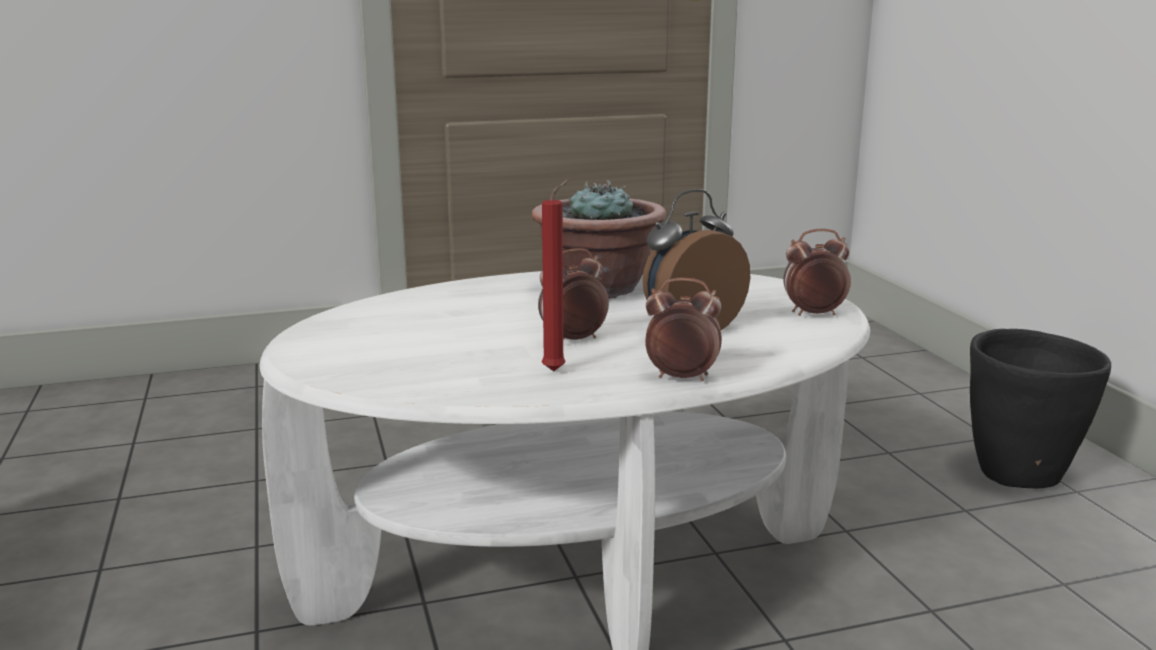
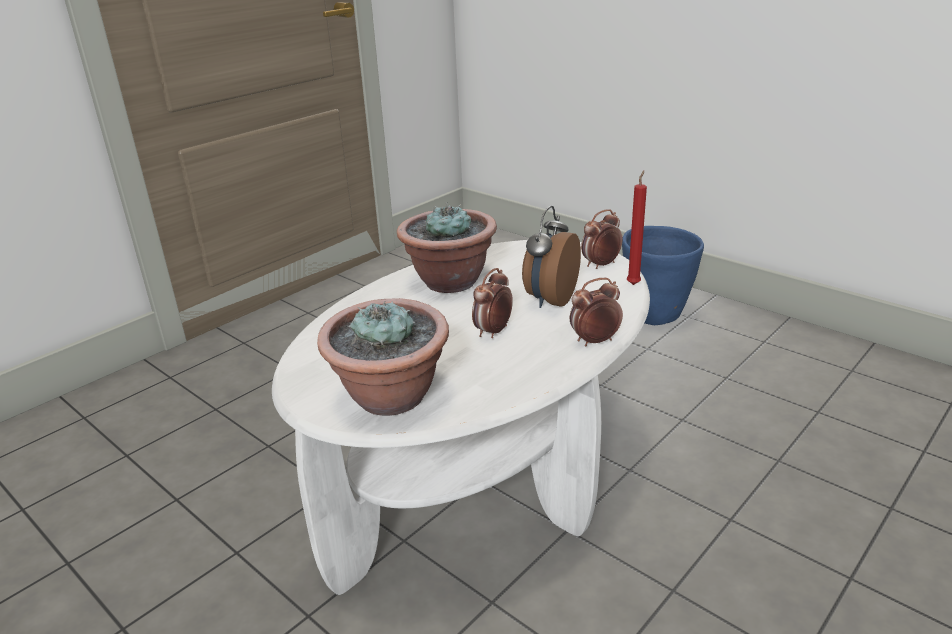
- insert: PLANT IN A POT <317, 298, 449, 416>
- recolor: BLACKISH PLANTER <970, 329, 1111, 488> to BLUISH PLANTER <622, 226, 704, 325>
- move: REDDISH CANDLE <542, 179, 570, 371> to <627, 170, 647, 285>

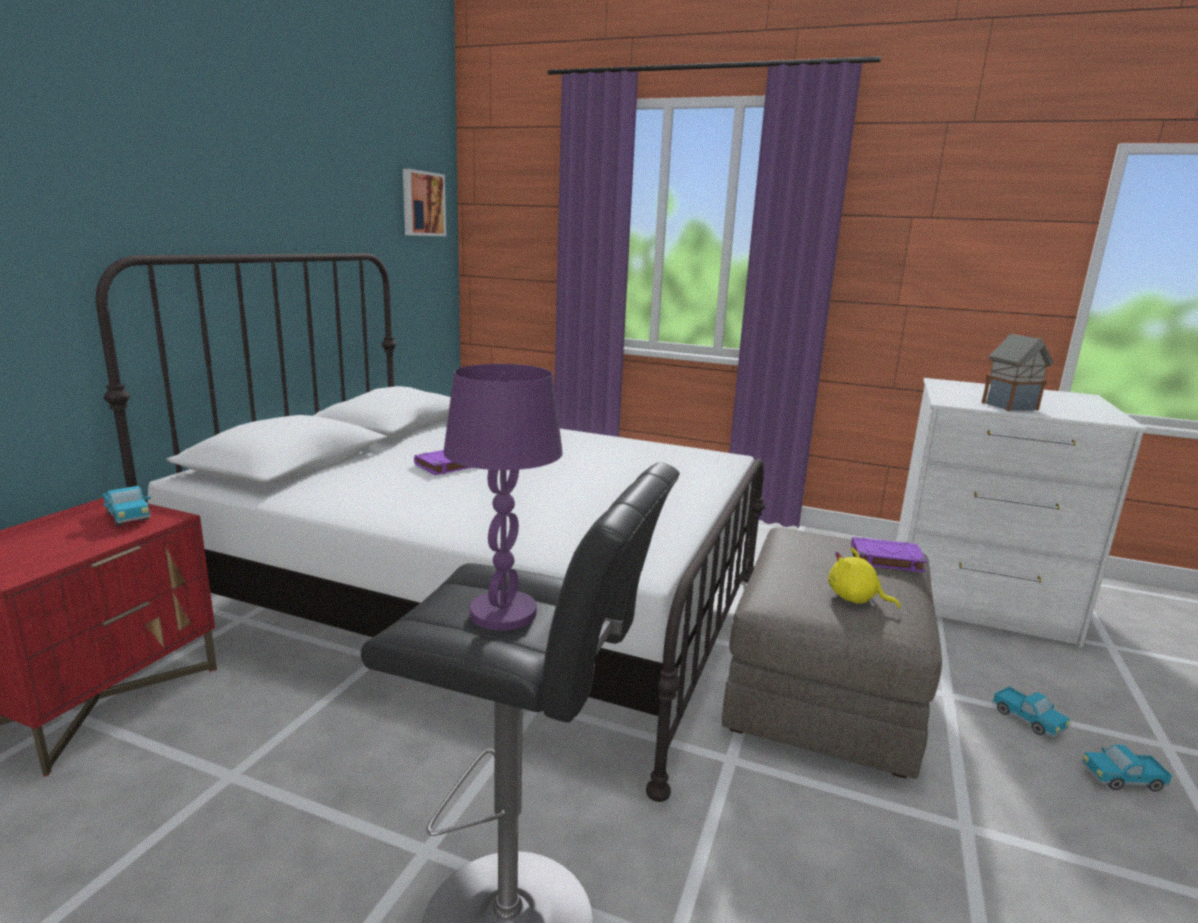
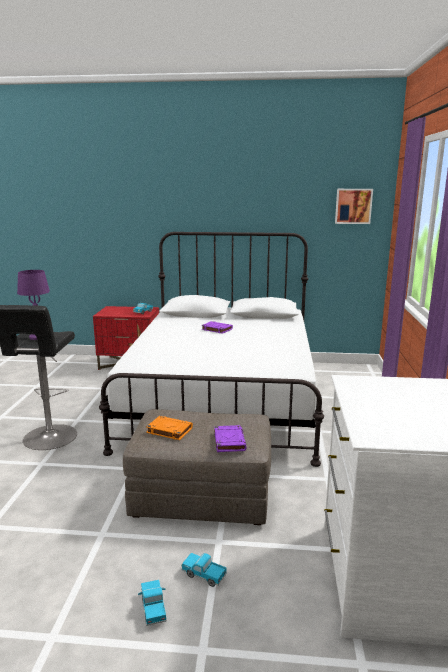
- replace: YELLOWISH CUDDLY TOY <828, 548, 900, 608> to ORANGE-COLOURED BOOK <146, 416, 193, 440>
- rotate: TOY TRUCK <992, 687, 1071, 737> = <181, 553, 227, 587> 75 degrees clockwise
- delete: MINIATURE HOUSE <982, 332, 1054, 411>

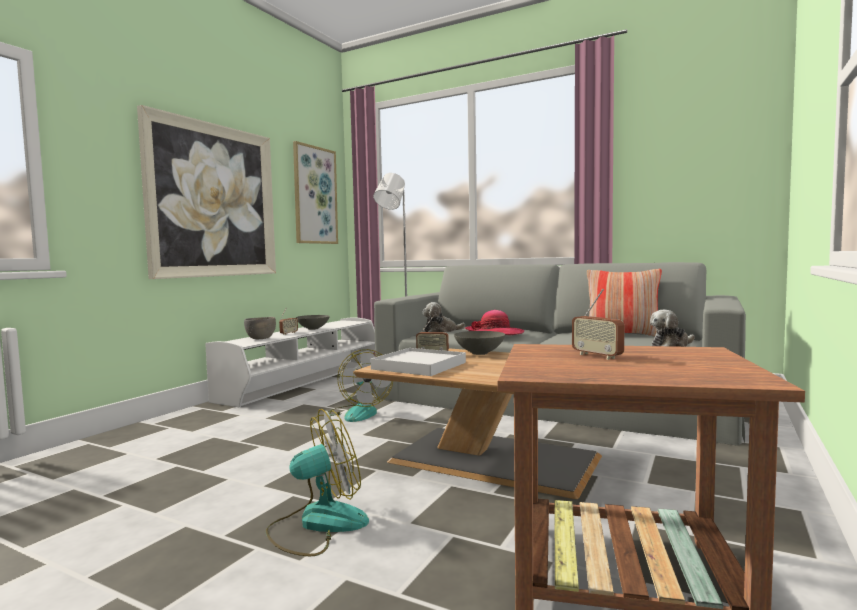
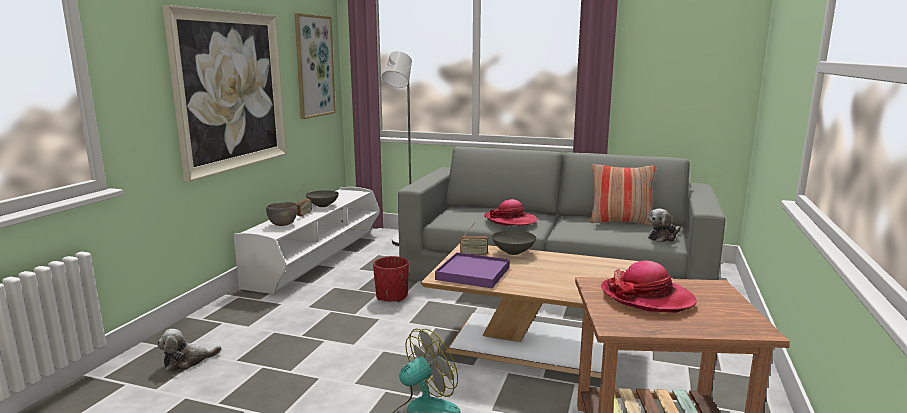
- move: CUDDLY TOY <422, 302, 465, 333> to <157, 329, 221, 372>
- replace: COOLING FAN <328, 349, 393, 422> to REDDISH PLANTER <373, 256, 409, 302>
- recolor: WHITE SERVING TRAY <371, 348, 466, 376> to PURPLE SERVING TRAY <435, 252, 510, 288>
- replace: RADIO <572, 289, 625, 360> to HAT <601, 261, 697, 313>

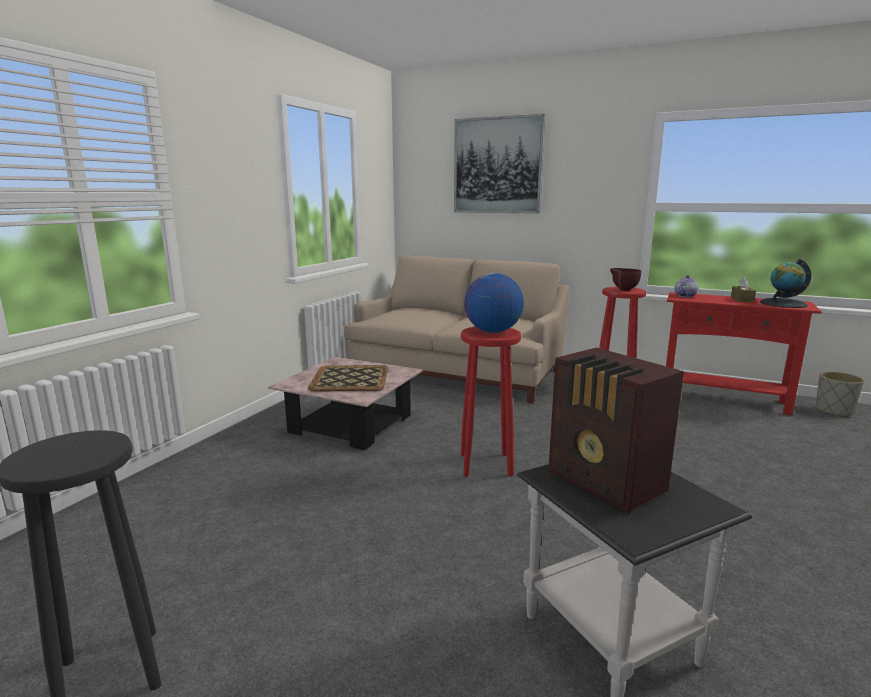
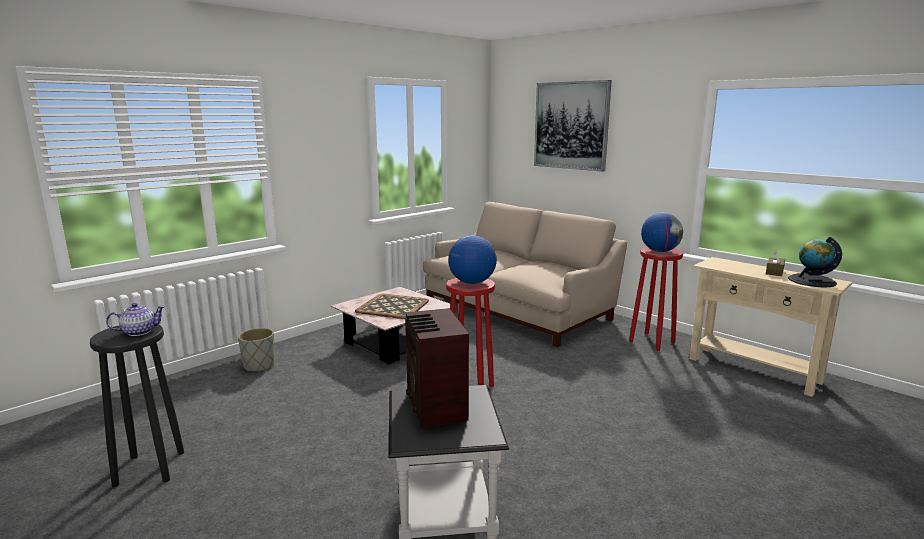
- move: TEAPOT <674, 275, 698, 297> to <106, 303, 166, 336>
- move: GRAY PLANTER <816, 371, 864, 417> to <238, 328, 275, 372>
- replace: BROWN-COLOURED BOWL <610, 268, 641, 291> to DESK GLOBE <641, 213, 683, 252>
- recolor: REDDISH NARROW TABLE <666, 292, 822, 416> to BEIGE NARROW TABLE <689, 257, 853, 397>

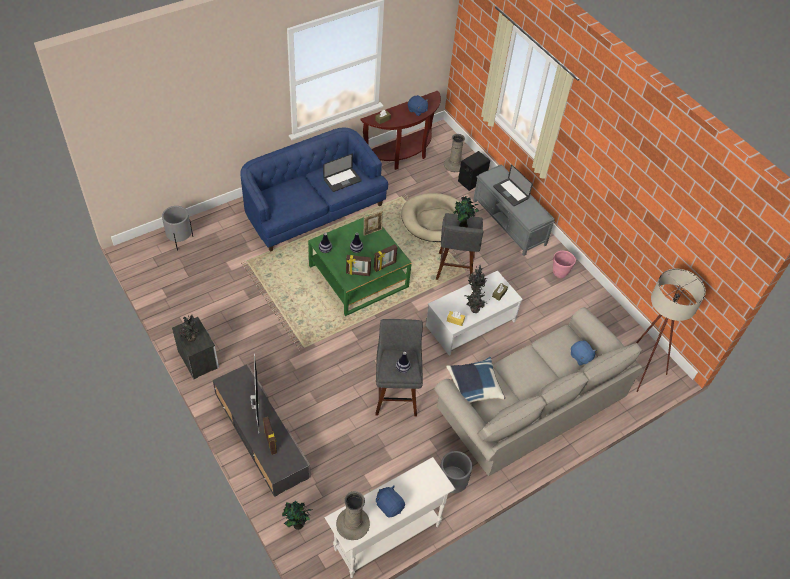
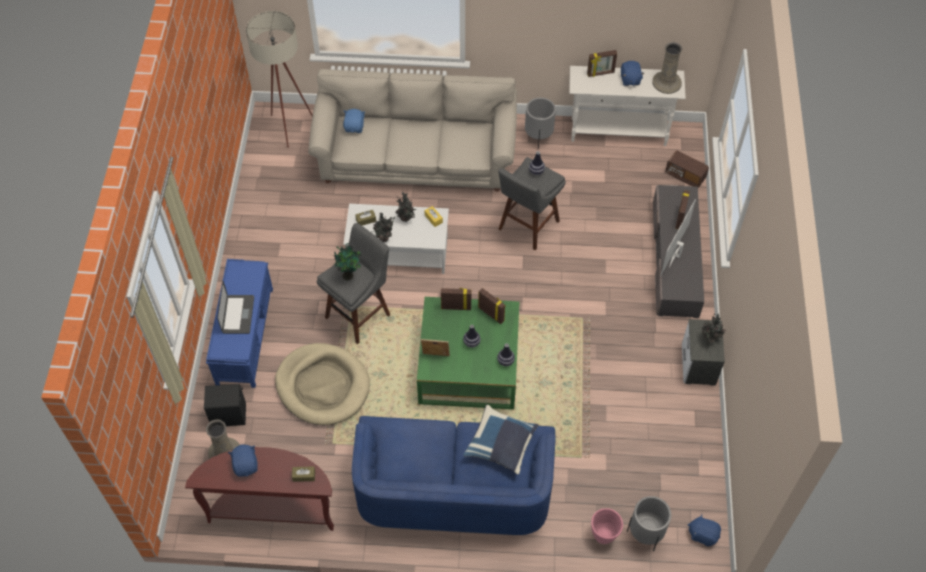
- recolor: GRAY BENCH <473, 164, 555, 256> to BLUISH BENCH <206, 259, 273, 388>
- move: BLUISH THROW PILLOW <446, 357, 505, 403> to <463, 404, 538, 474>
- insert: STANDING FRAME <587, 50, 617, 77>
- move: PINK-COLOURED PLANTER <553, 251, 576, 278> to <591, 508, 623, 544>
- replace: PLANT IN A POT <282, 501, 312, 530> to RADIO <665, 151, 709, 188>
- insert: BLUISH CUDDLY TOY <688, 514, 721, 546>
- delete: NOTEBOOK COMPUTER <323, 154, 362, 192>

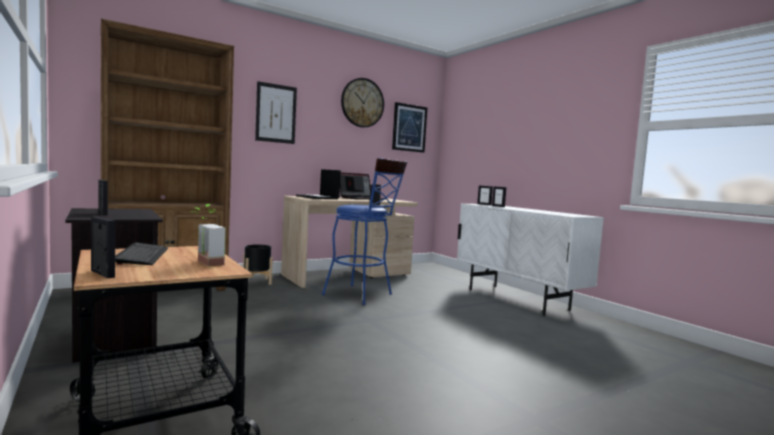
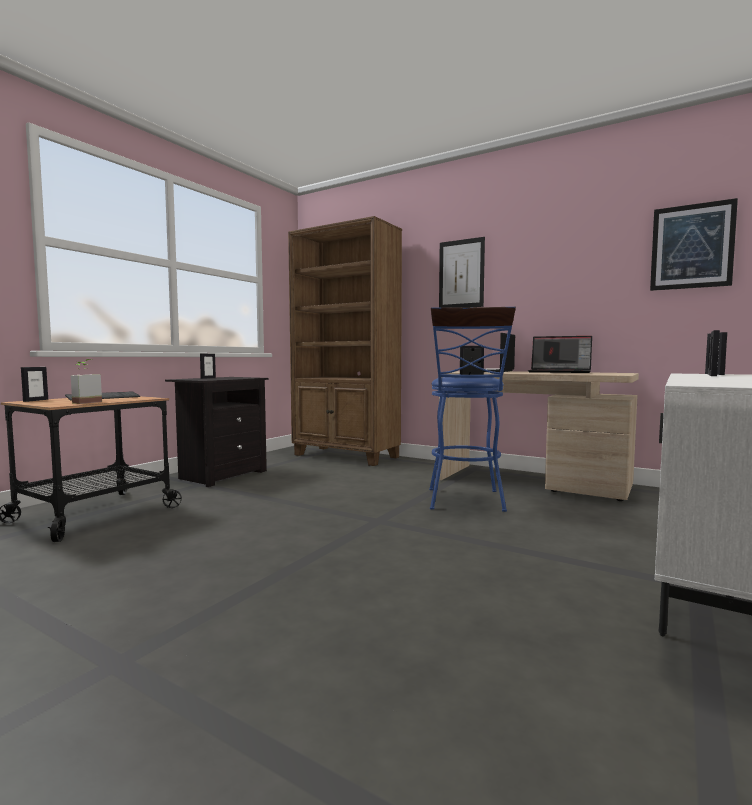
- delete: BLACKISH PLANTER <243, 244, 273, 285>
- delete: WALL CLOCK <341, 78, 384, 128>

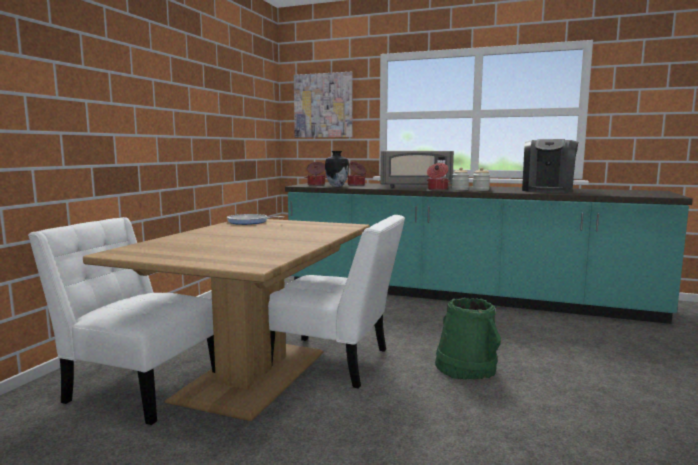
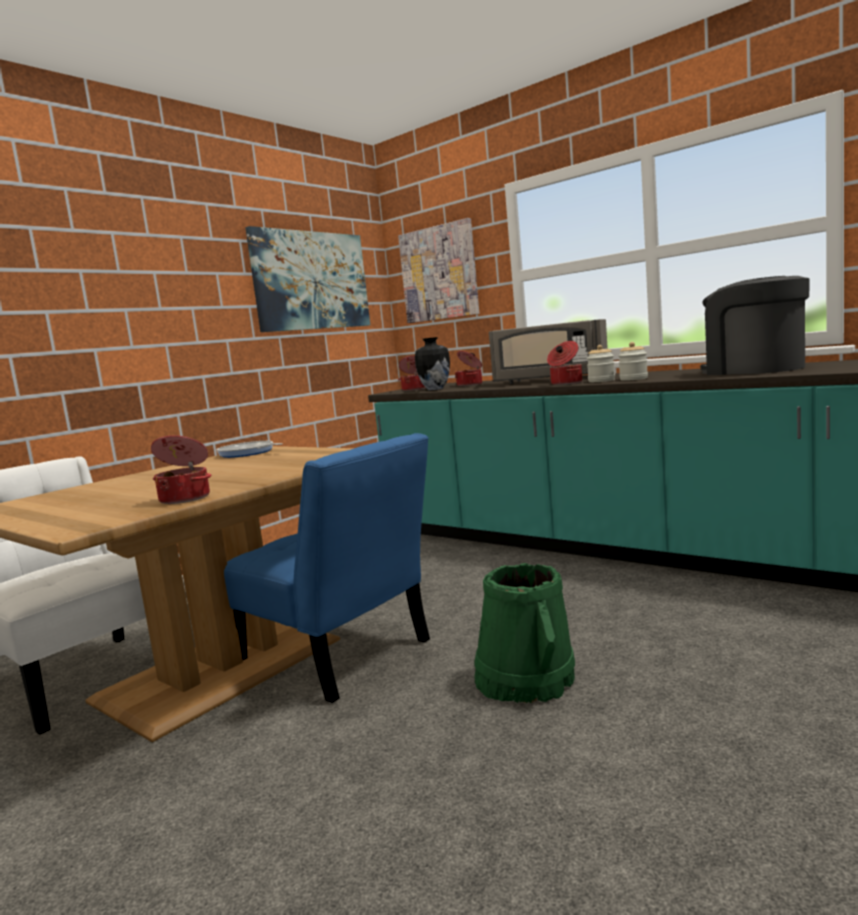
- insert: COOKING POT <151, 435, 212, 504>
- recolor: WHITE PLAIN CHAIR <268, 215, 405, 388> to BLUISH PLAIN CHAIR <224, 433, 430, 703>
- insert: WALL ART <245, 226, 370, 332>
- rotate: COFFEE MAKER <522, 139, 578, 193> = <700, 276, 810, 375> 105 degrees clockwise

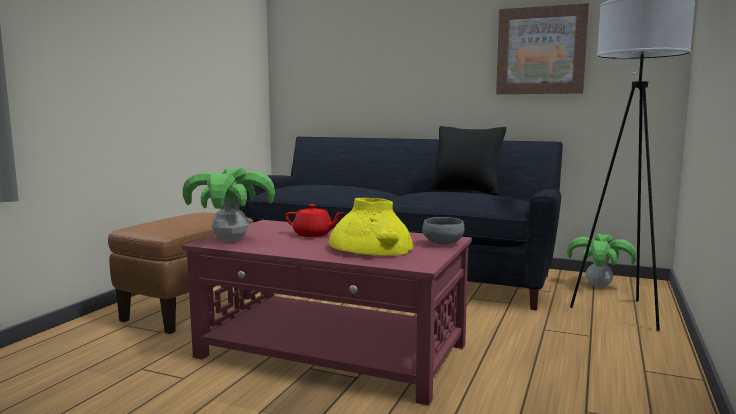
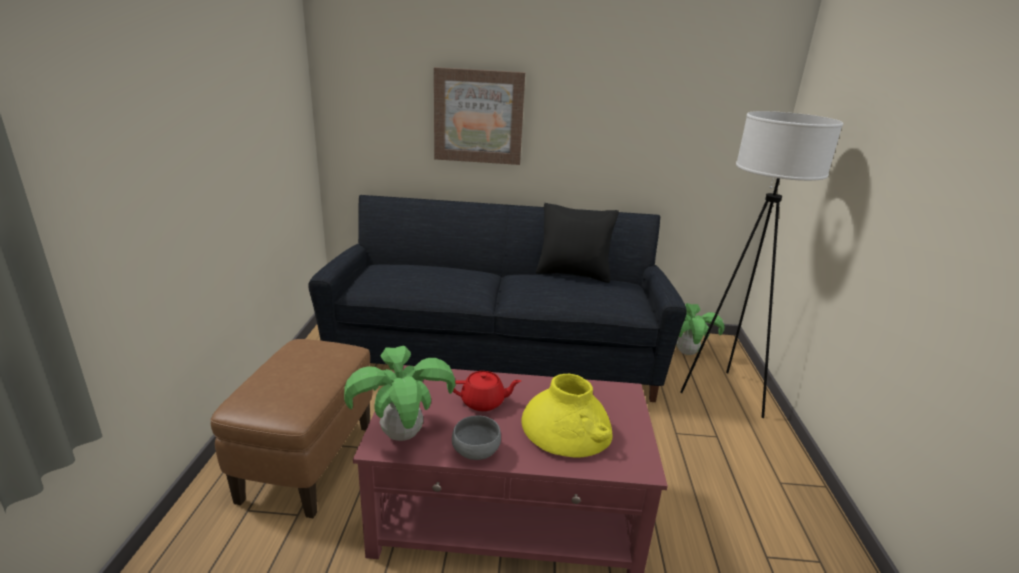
- move: WALL ART <496, 3, 589, 94> to <434, 67, 525, 165>
- move: GRAY BOWL <422, 217, 465, 245> to <452, 415, 501, 460>

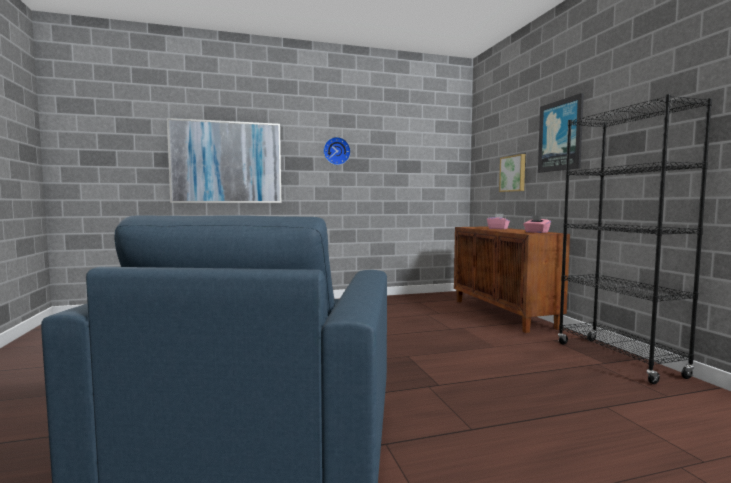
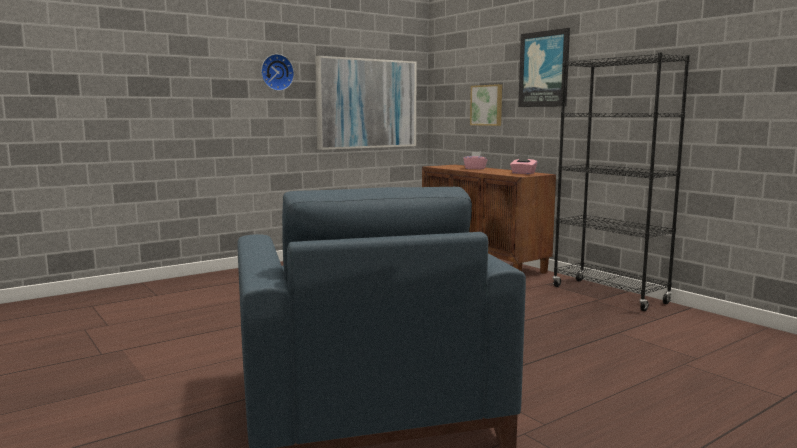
- move: WALL ART <167, 118, 281, 203> to <315, 56, 417, 150>

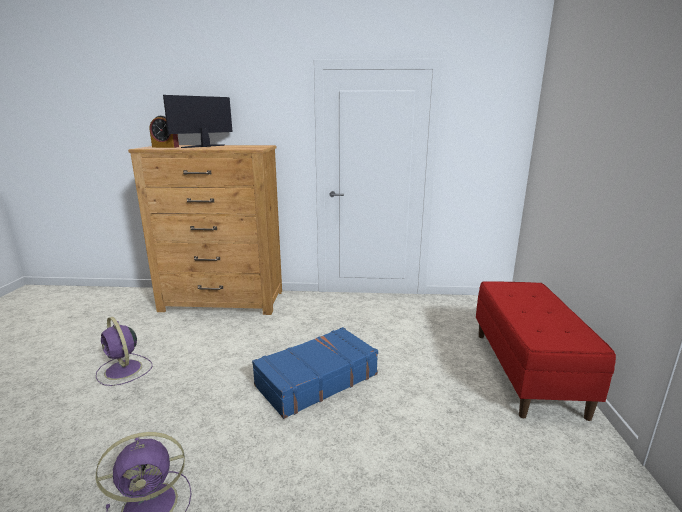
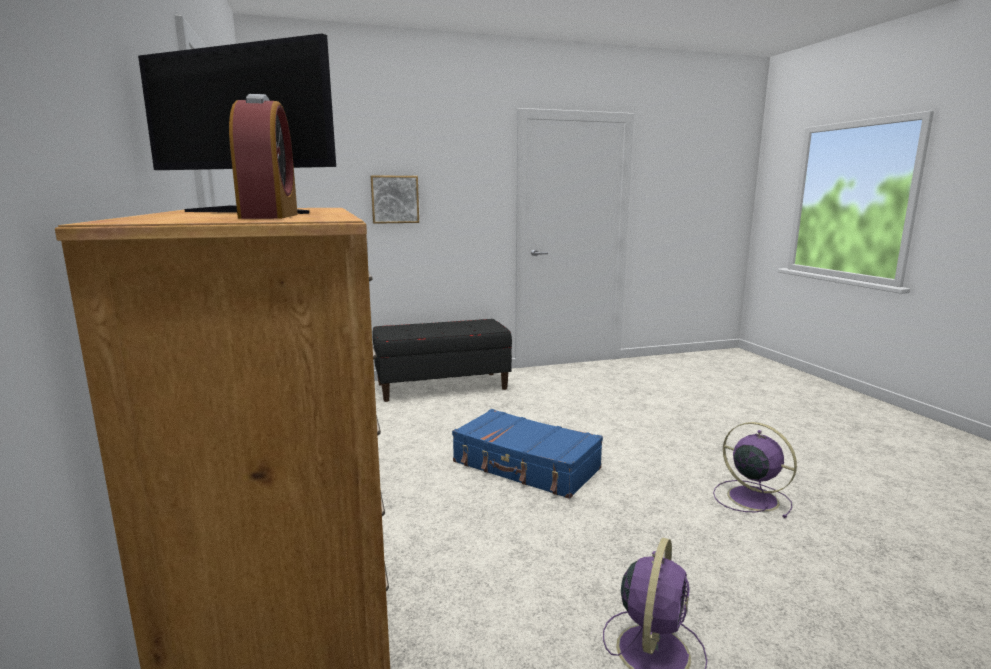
- insert: WALL ART <370, 175, 419, 224>
- recolor: REDDISH BENCH <476, 281, 616, 421> to BLACKISH BENCH <372, 319, 512, 402>

